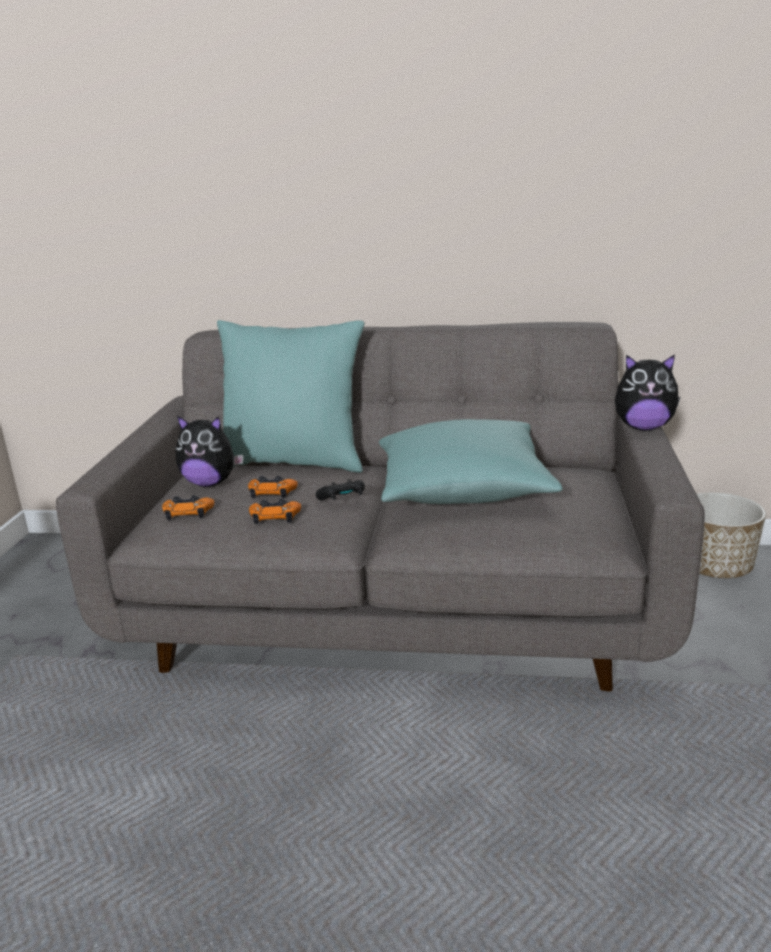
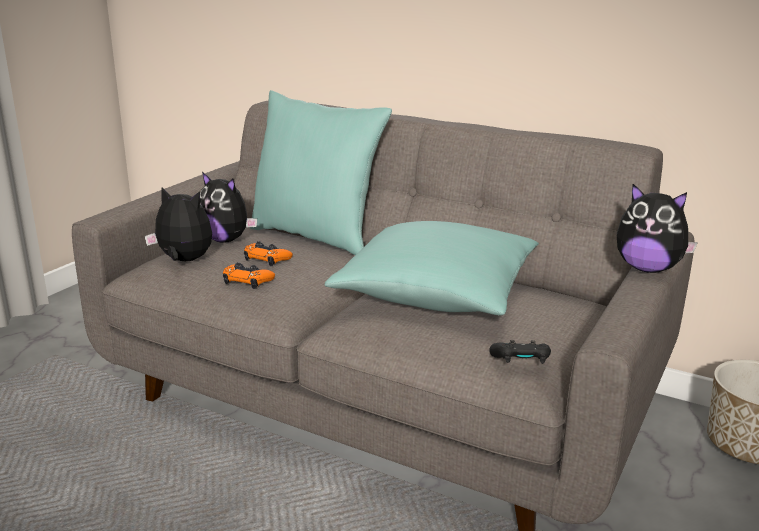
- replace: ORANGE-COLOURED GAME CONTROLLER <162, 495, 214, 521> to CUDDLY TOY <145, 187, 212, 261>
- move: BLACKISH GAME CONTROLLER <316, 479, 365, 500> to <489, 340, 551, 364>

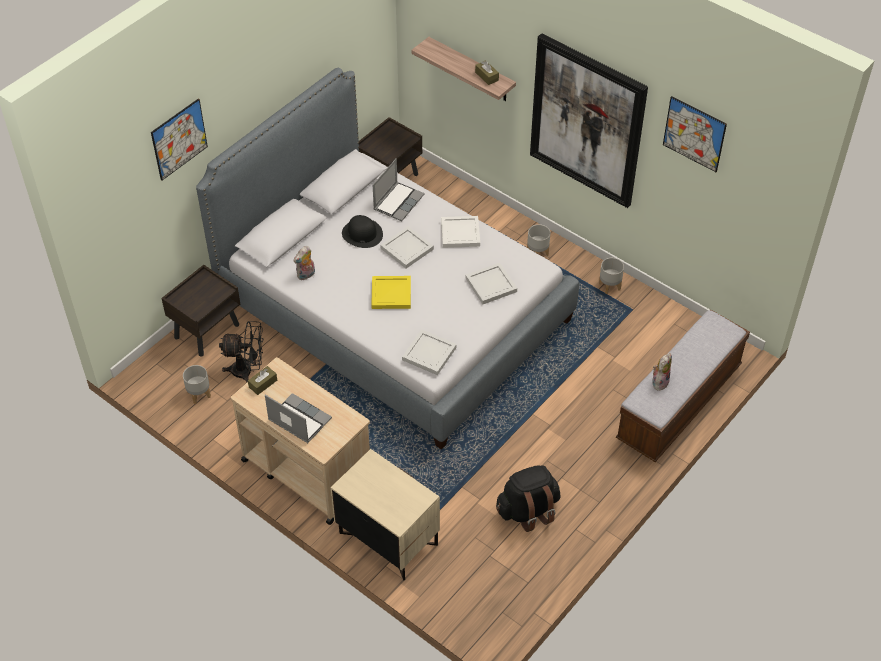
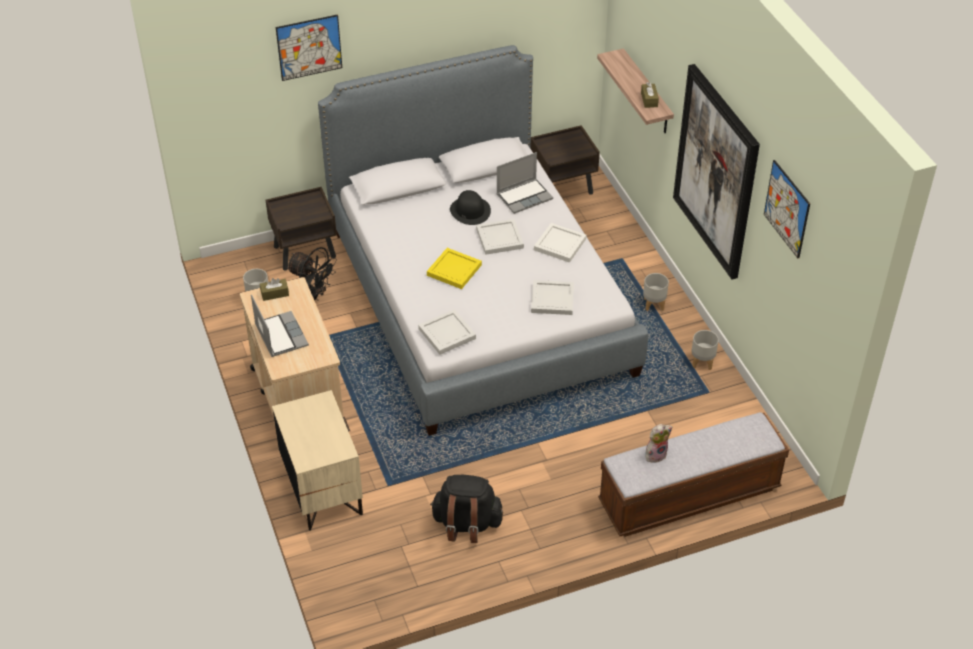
- delete: CUDDLY TOY <293, 246, 315, 280>

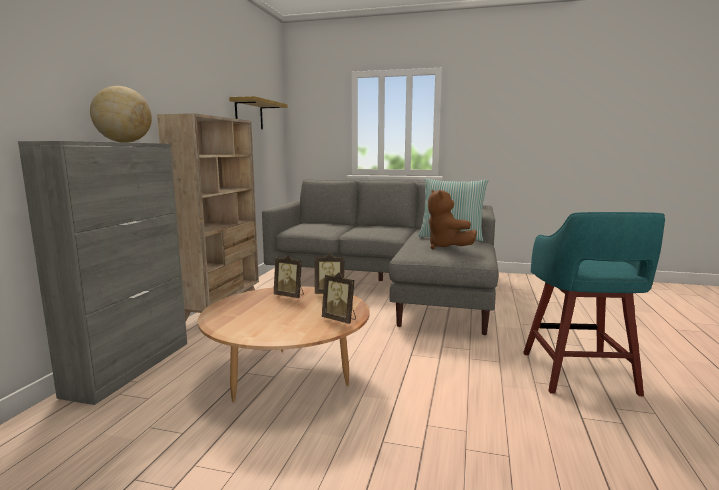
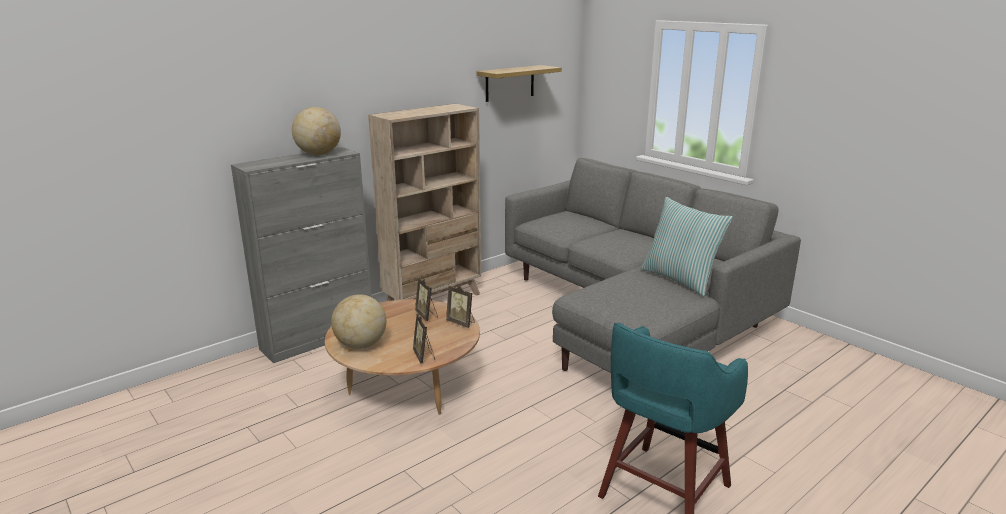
- insert: DESK GLOBE <331, 294, 386, 349>
- delete: BROWN-COLOURED CUDDLY TOY <428, 190, 477, 249>

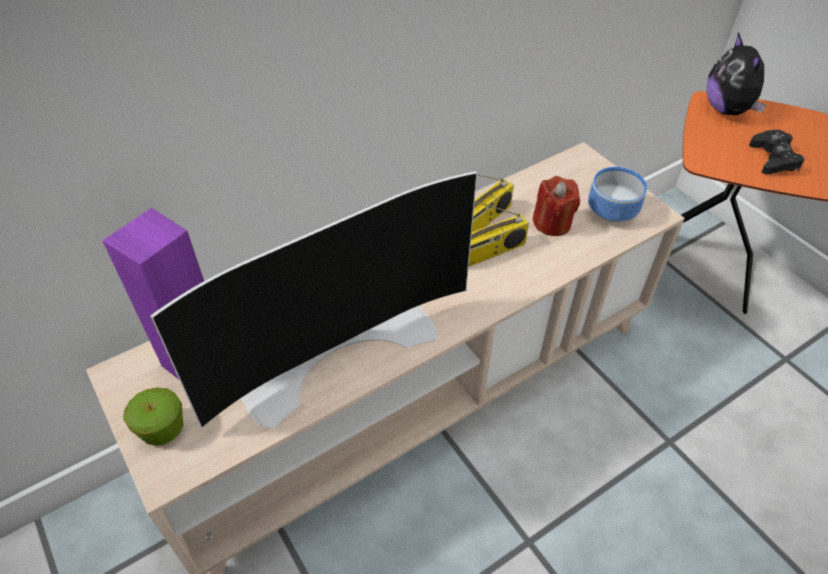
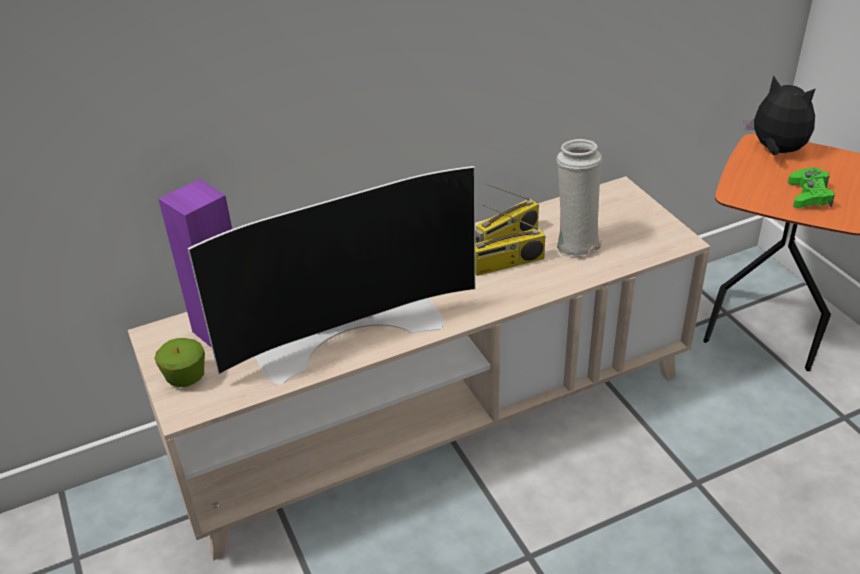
- replace: REDDISH CANDLE <533, 176, 580, 236> to WHITE FLOWER VASE <556, 139, 602, 257>
- rotate: CUDDLY TOY <706, 32, 766, 115> = <743, 75, 816, 155> 135 degrees clockwise
- recolor: BLACKISH GAME CONTROLLER <749, 130, 805, 174> to GREEN-COLOURED GAME CONTROLLER <788, 168, 835, 208>
- delete: BOWL <588, 167, 647, 222>

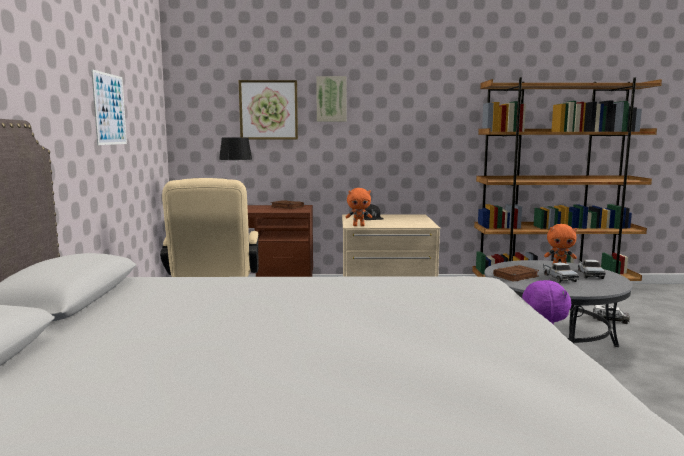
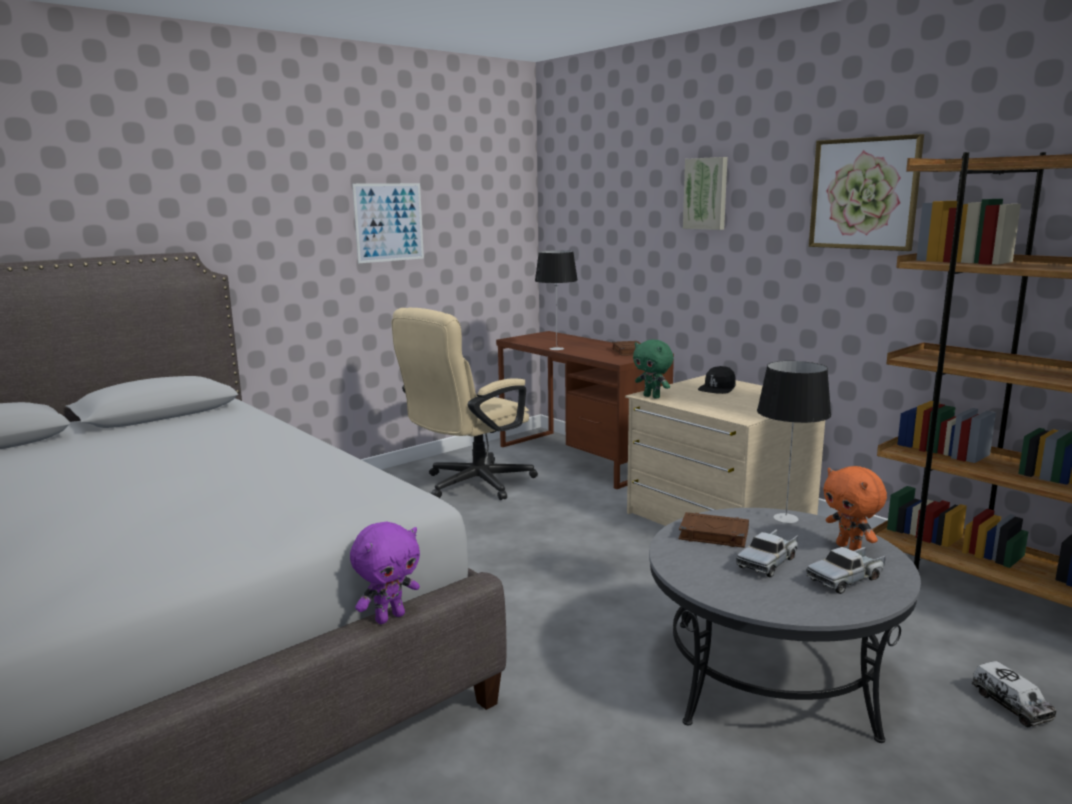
- recolor: ORANGE-COLOURED CUDDLY TOY <345, 188, 372, 226> to GREEN-COLOURED CUDDLY TOY <633, 339, 673, 399>
- insert: TABLE LAMP <757, 361, 831, 523>
- move: WALL ART <239, 80, 298, 140> to <809, 134, 924, 251>

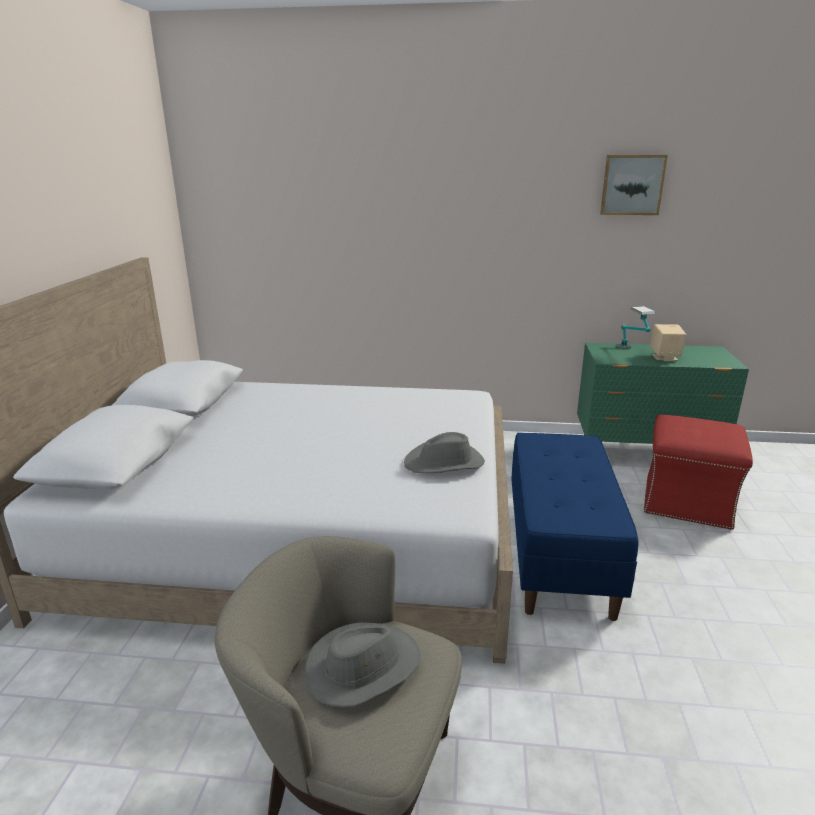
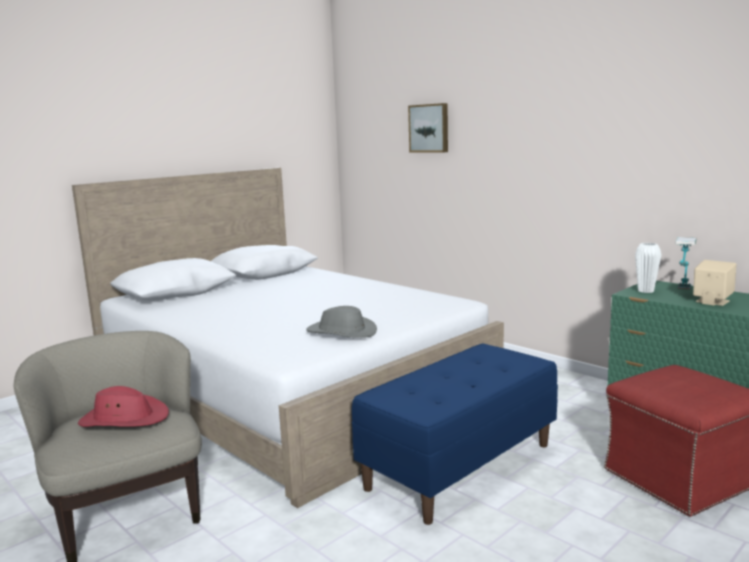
- recolor: GRAY HAT <305, 622, 421, 708> to REDDISH HAT <78, 386, 169, 427>
- move: WALL ART <600, 155, 668, 215> to <408, 103, 448, 152>
- insert: WHITE FLOWER VASE <635, 243, 661, 293>

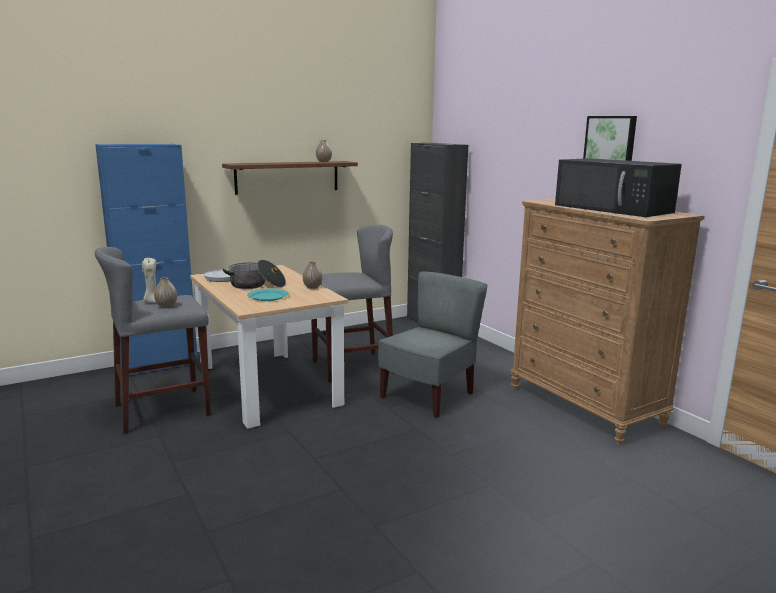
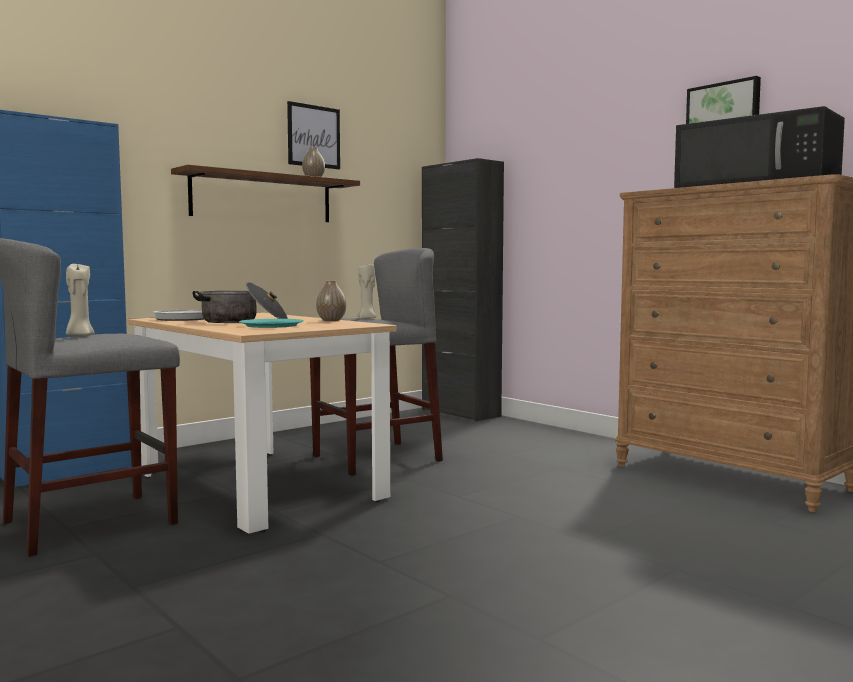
- insert: WALL ART <287, 101, 340, 169>
- insert: BEIGE CANDLE <357, 263, 376, 319>
- delete: FLOWER VASE <154, 278, 177, 308>
- delete: GRAY PLAIN CHAIR <378, 272, 487, 418>

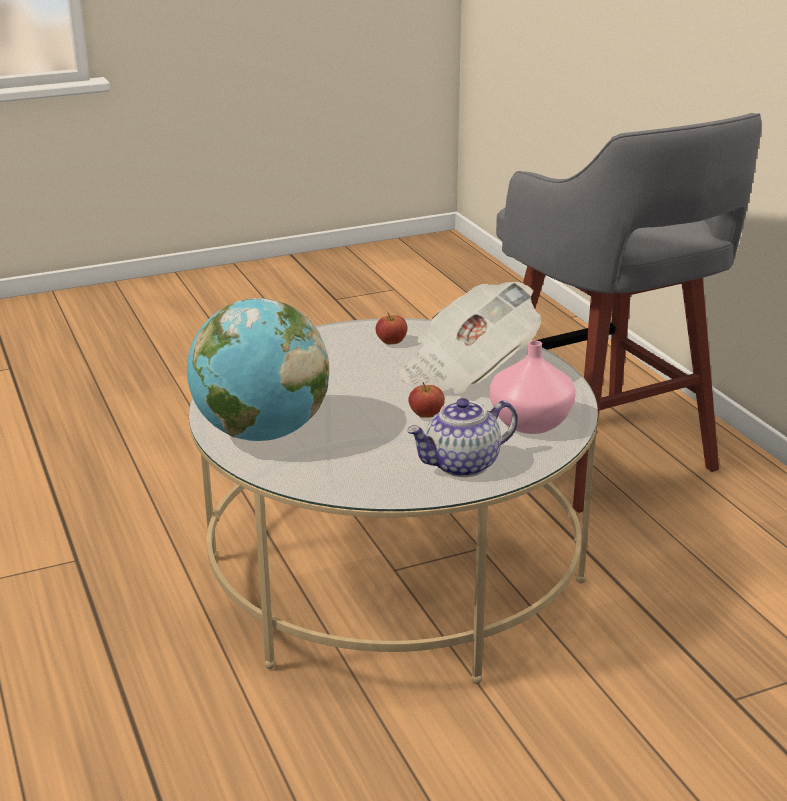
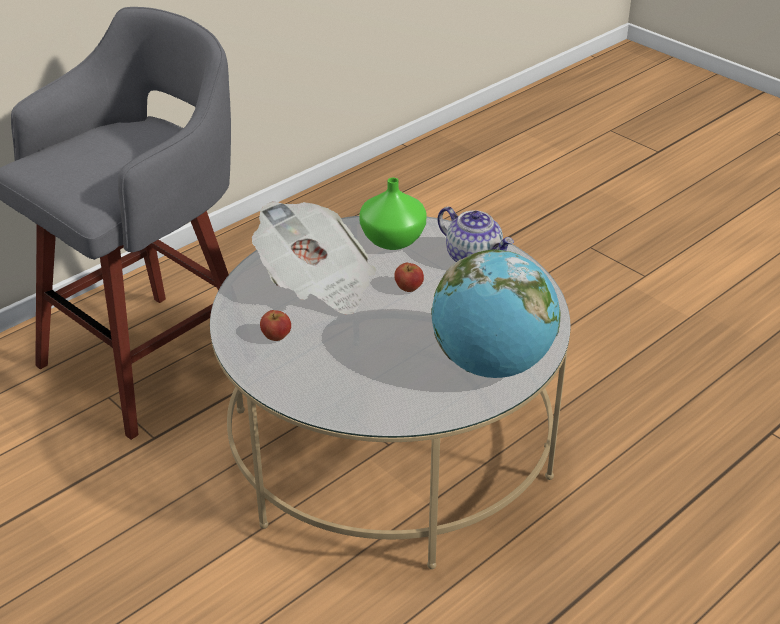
- recolor: PINK-COLOURED FLOWER VASE <490, 340, 576, 434> to GREEN-COLOURED FLOWER VASE <359, 178, 426, 250>

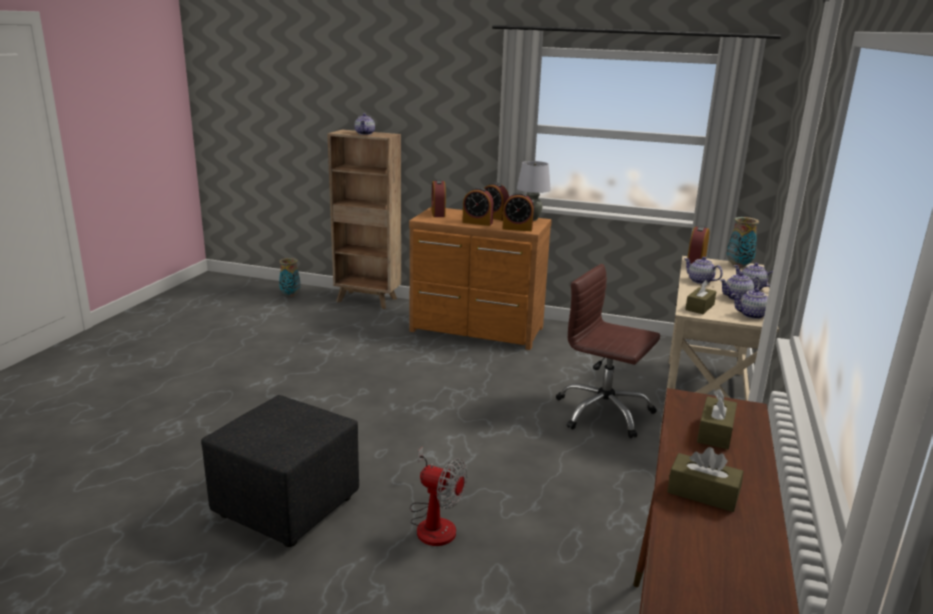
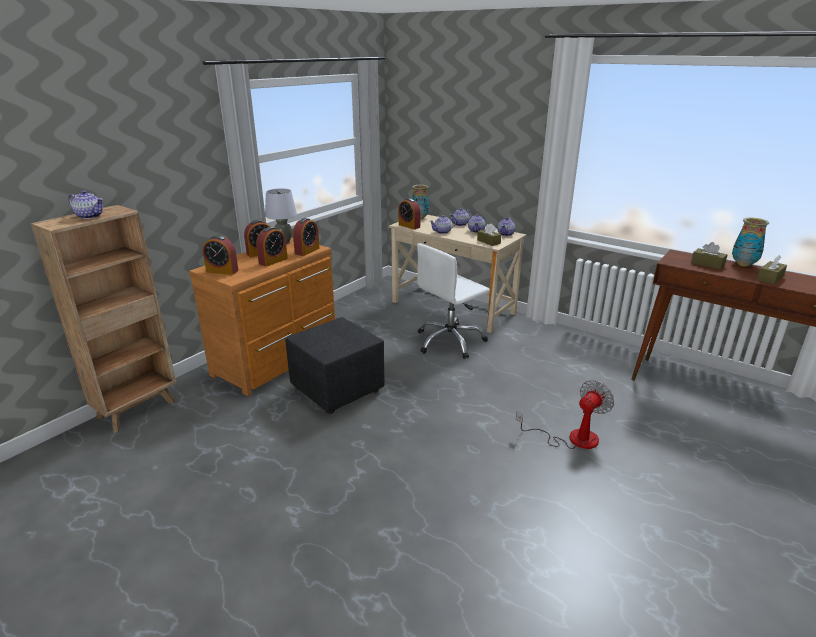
- move: BLACKISH OTTOMAN <201, 395, 359, 547> to <285, 317, 385, 414>
- recolor: BROWN-COLOURED DESK CHAIR <556, 264, 660, 438> to WHITE DESK CHAIR <417, 243, 490, 359>
- move: FLOWER VASE <279, 258, 301, 297> to <732, 218, 769, 267>

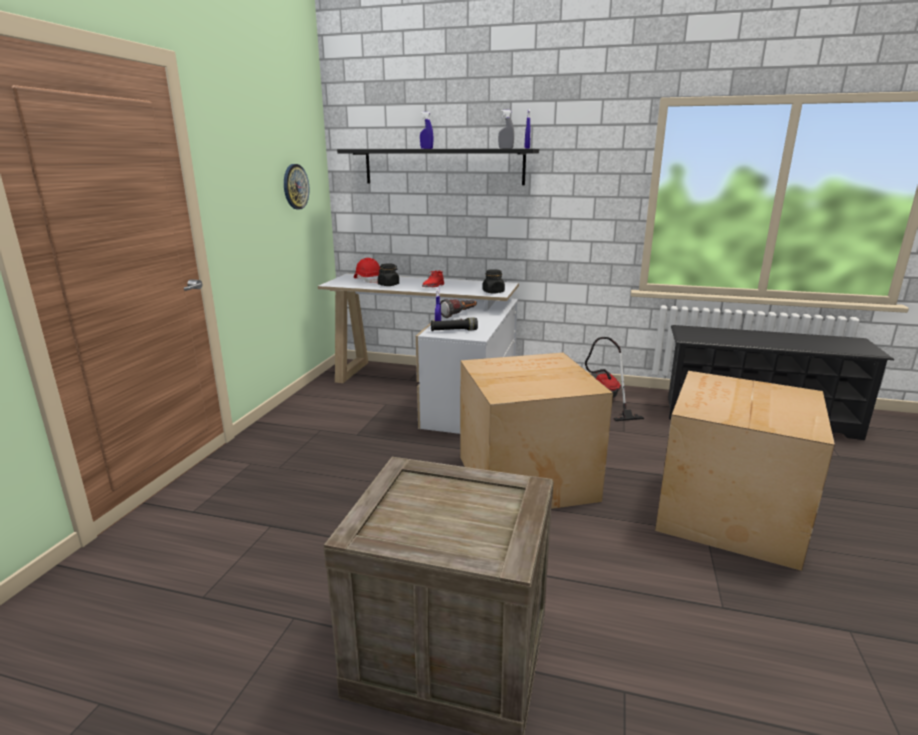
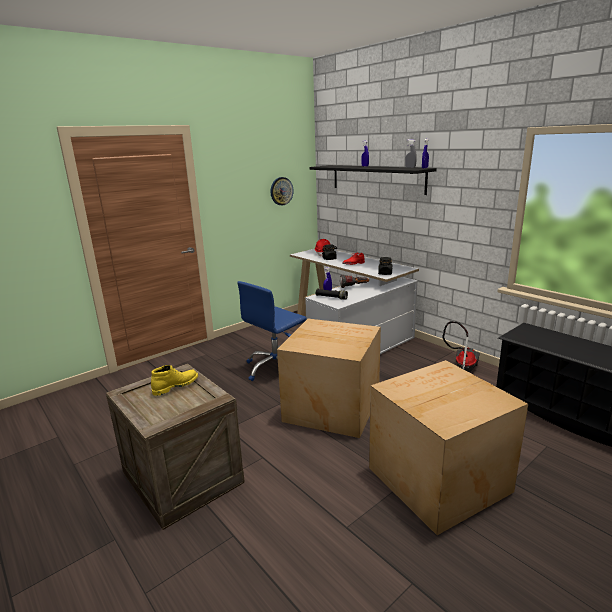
- insert: YELLOWISH HIGH-TOP BOOT <151, 365, 198, 396>
- insert: BLUISH DESK CHAIR <237, 281, 307, 381>

